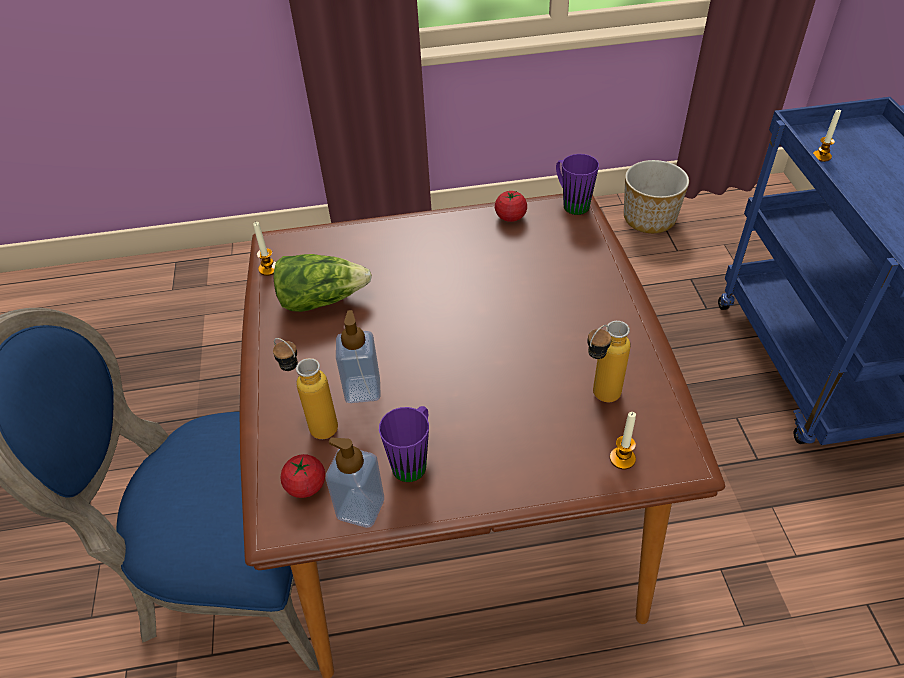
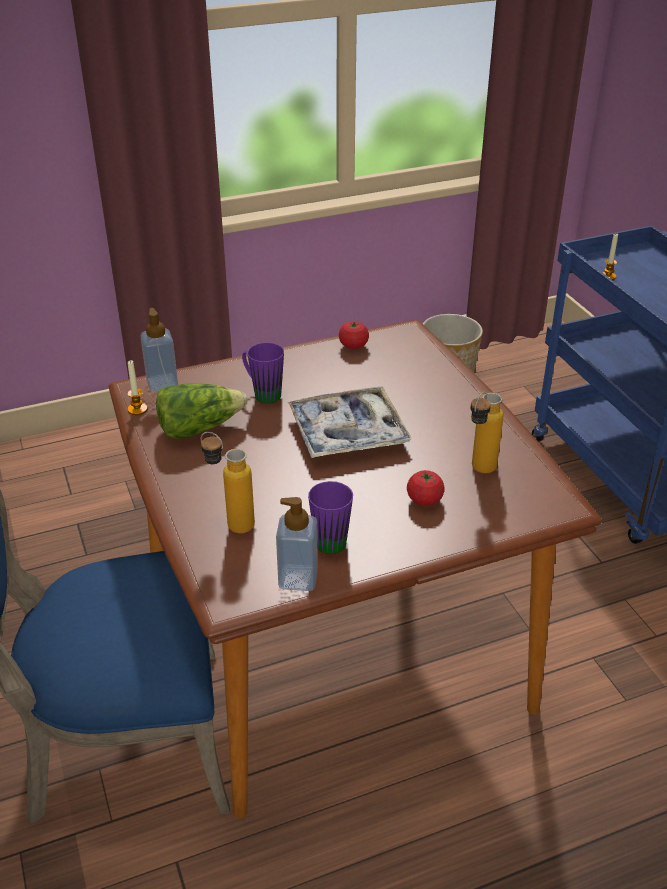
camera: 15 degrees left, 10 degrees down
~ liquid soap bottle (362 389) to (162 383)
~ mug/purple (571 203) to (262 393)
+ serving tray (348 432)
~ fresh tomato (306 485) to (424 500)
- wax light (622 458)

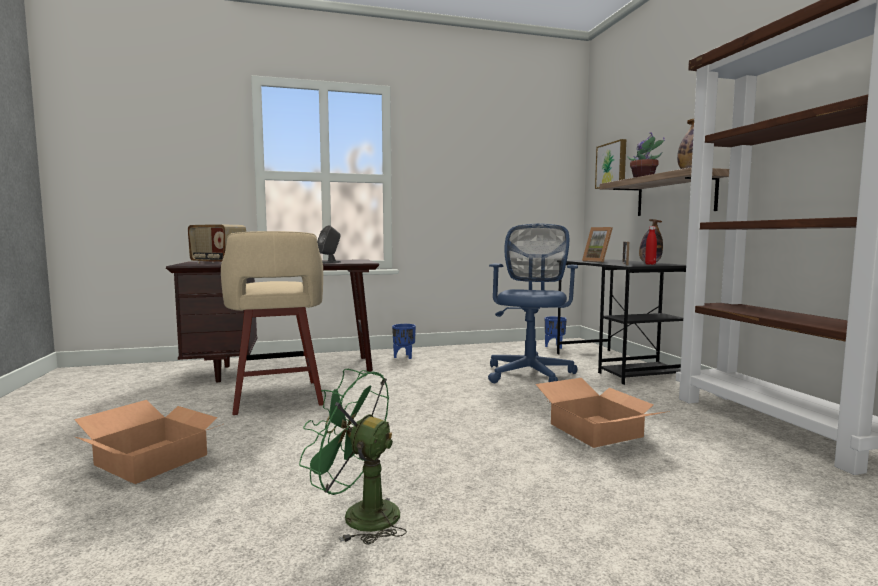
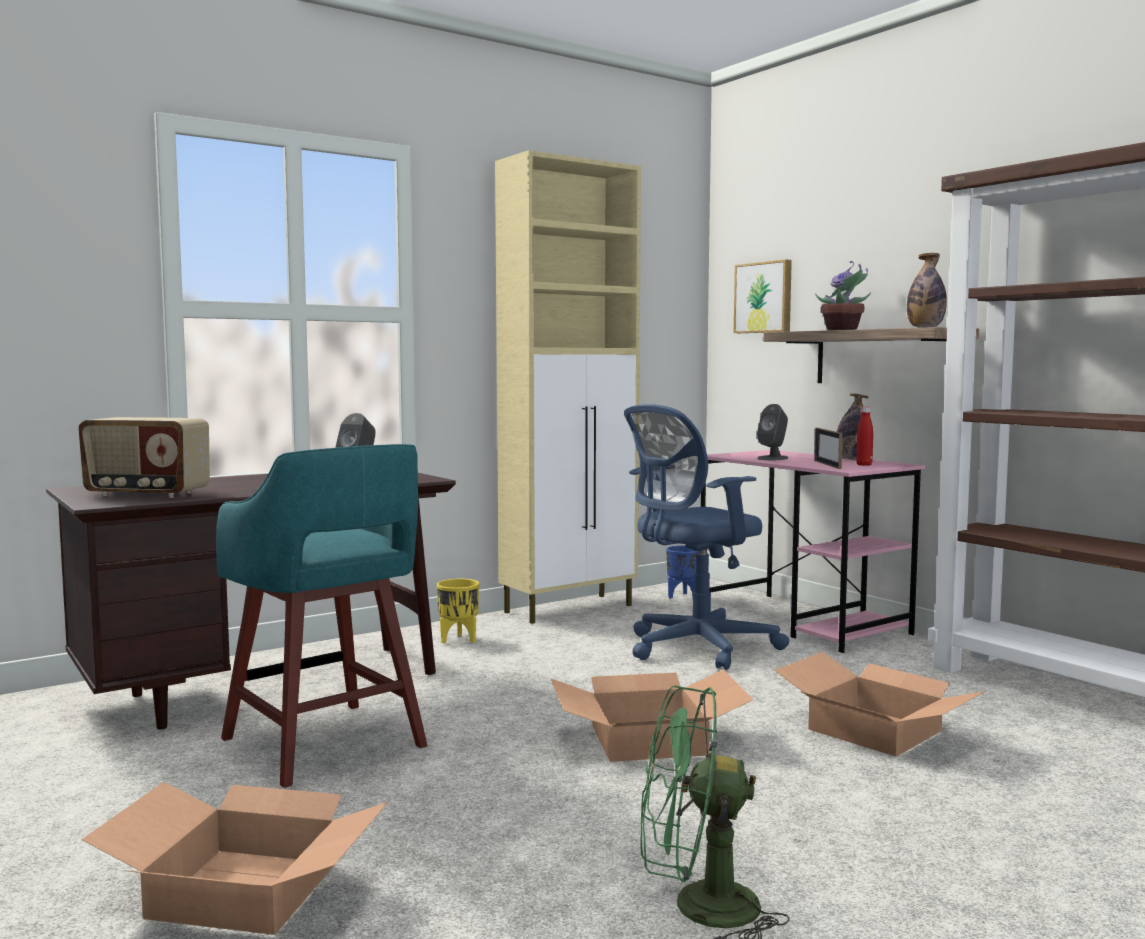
camera: 20 degrees left, 0 degrees up
~ sitting stool/beige (277 398) to sitting stool/turquoise (326 745)
~ flower pot/blue (403 357) to flower pot/yellow (458 639)
+ cabinet/beige (570 608)
+ carton (649 739)
~ computer chair/blue (530 373) = (695 648) 120 degrees counterclockwise
~ desk unit/black-coloured (615 365) to desk unit/pink (803 621)
~ picture frame (598 261) to speaker/greyish (773 458)

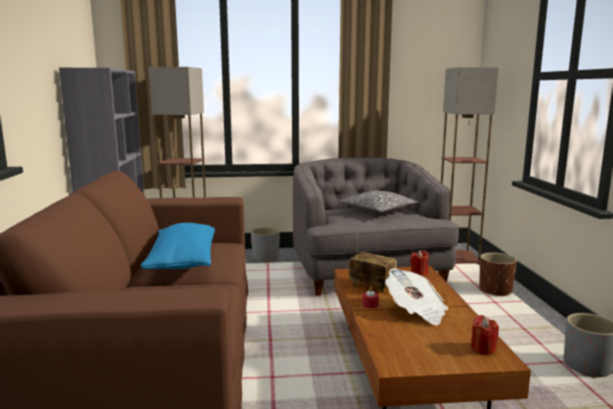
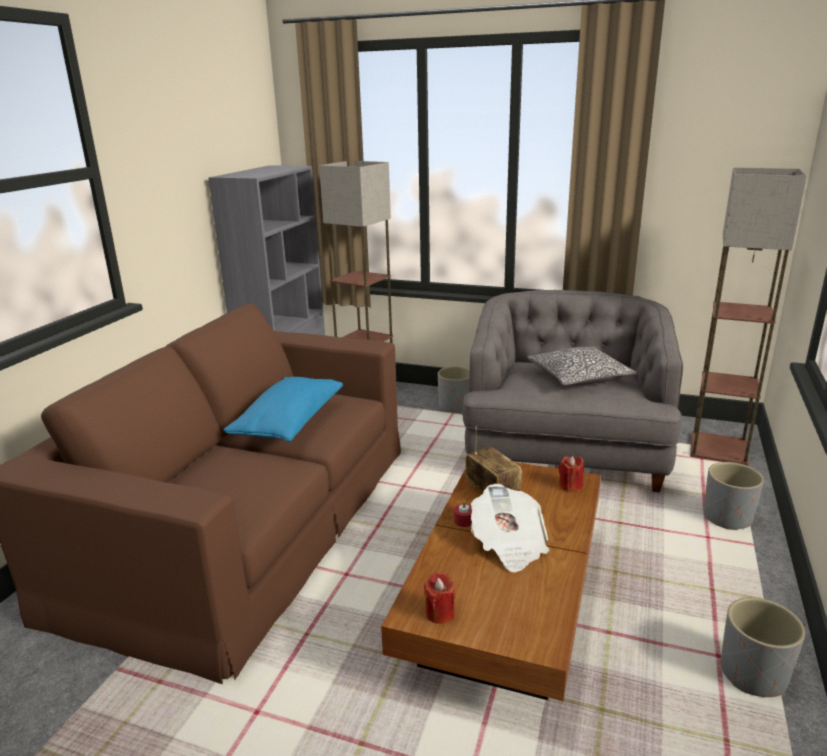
camera: 25 degrees right, 10 degrees up
~ wax light/red-coloured (483 349) to (440 613)
~ flower pot/brownish (495 291) to flower pot/greyish (727 518)

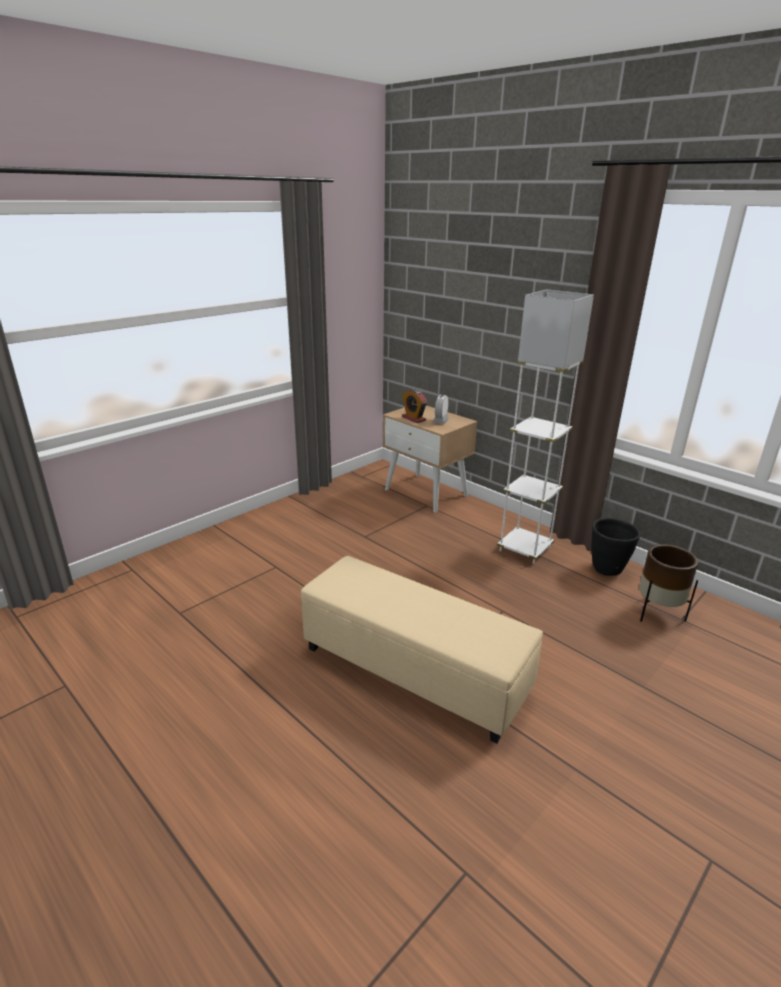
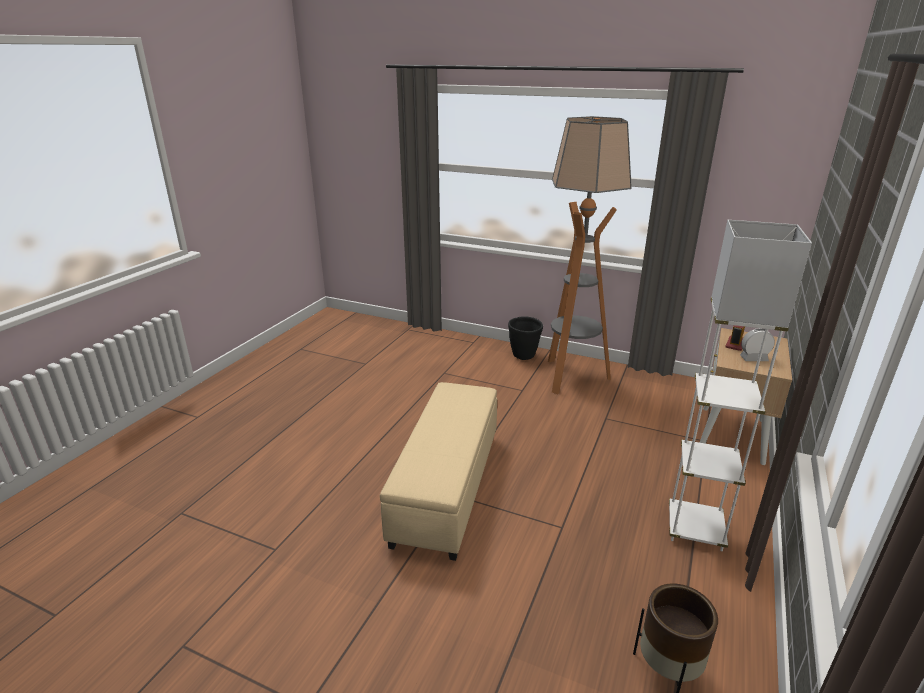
camera: 70 degrees right, 0 degrees up
~ flower pot/black-coloured (607 569) to (524 356)
+ standard lamp (571 377)

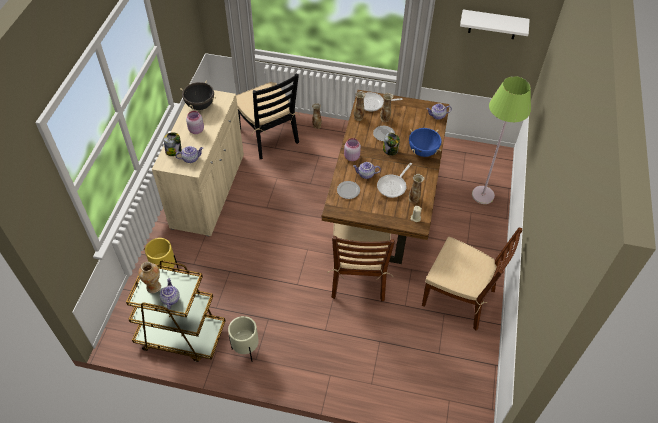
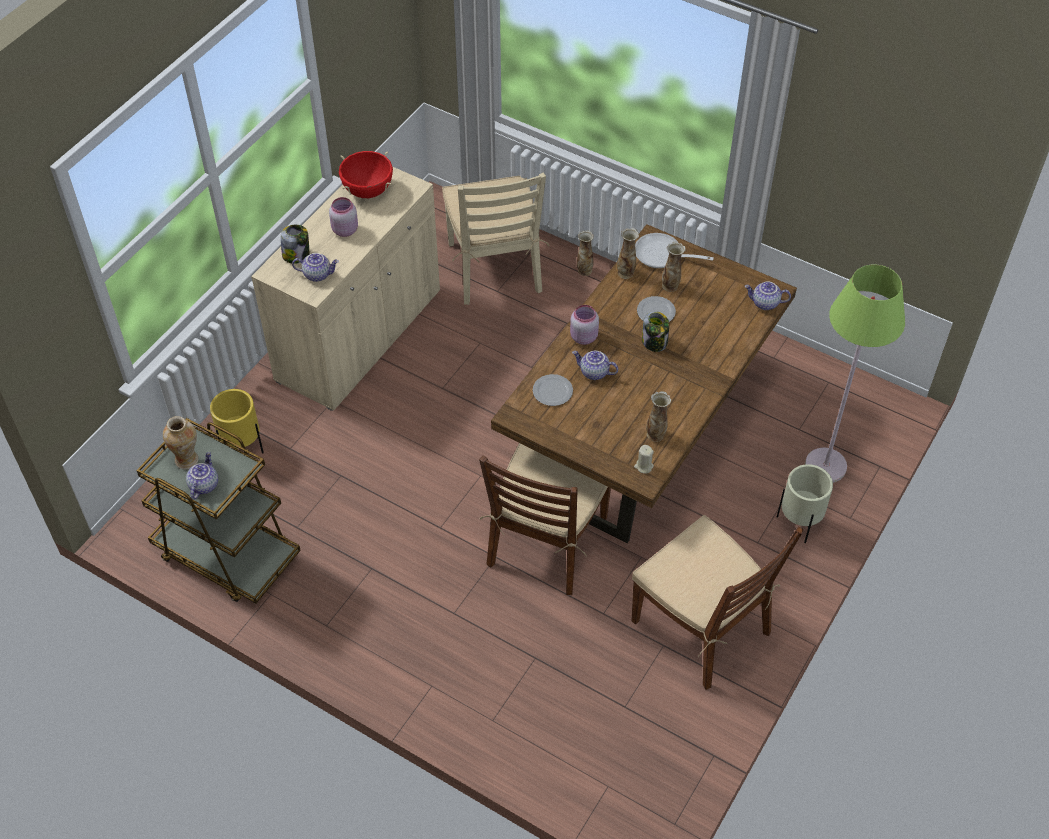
camera: 20 degrees right, 0 degrees up
~ saucepot/black-coloured (200 105) to saucepot/red-coloured (368 191)
~ chair/black-coloured (268 136) to chair/beige (495 268)
~ flower pot/beige (246 349) to (798 523)
- skillet (393 186)
- saucepot/blue (423 151)
- wall shelf/white (493 24)

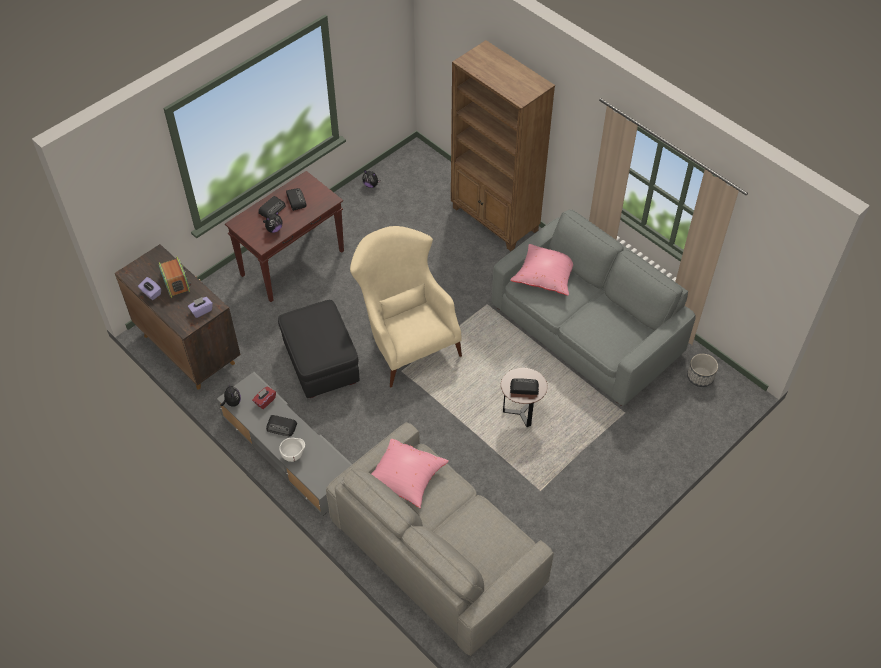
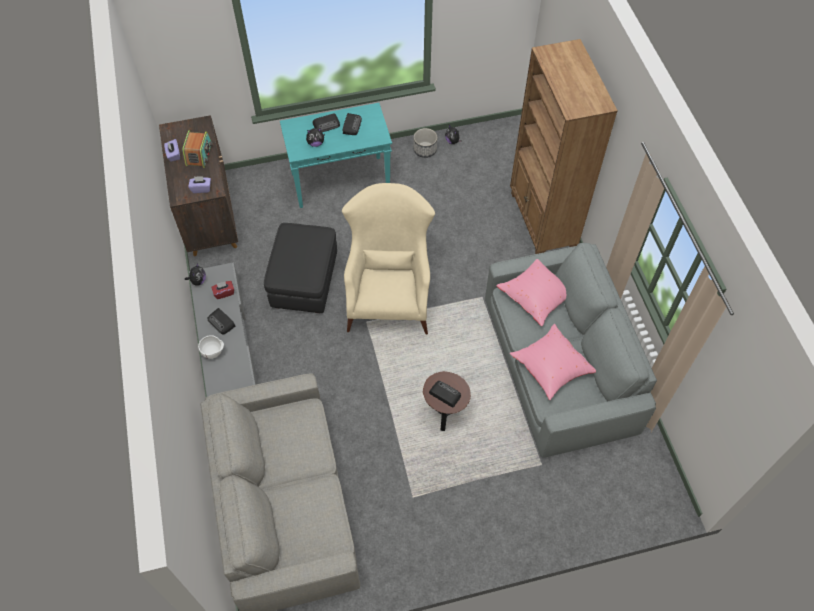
camera: 30 degrees right, 5 degrees up
~ console table/brownish (293 262) to console table/turquoise (341 181)
~ flower pot (700 377) to (425 150)
~ cushion/pink (405 478) to (550 368)

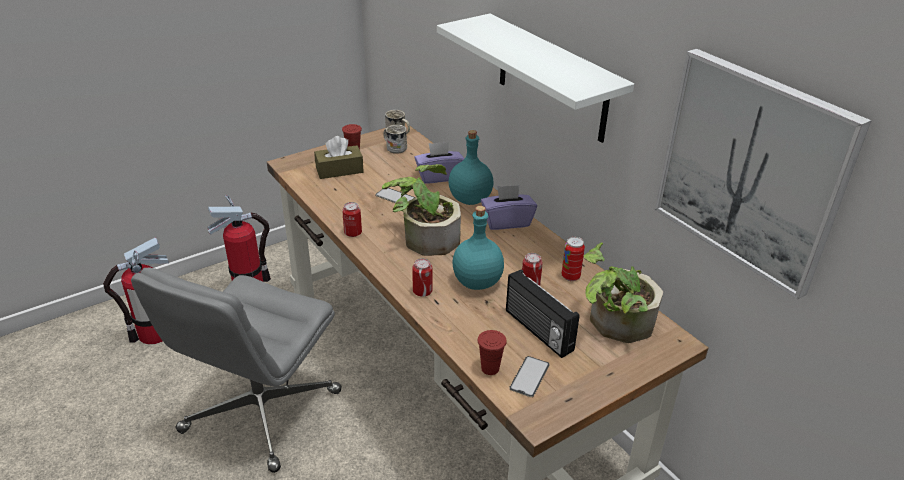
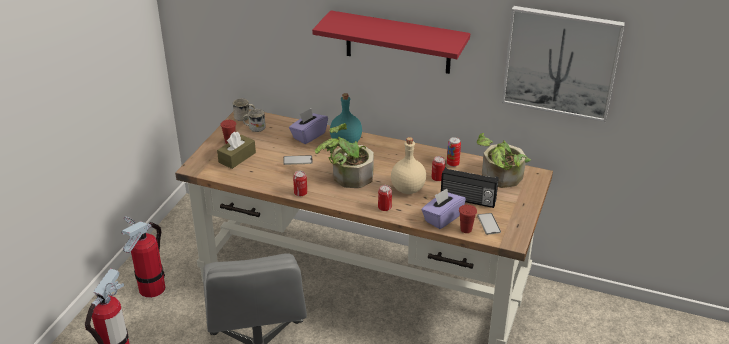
camera: 35 degrees left, 0 degrees up
~ wall shelf/white (552 78) to wall shelf/red-coloured (398 42)
~ beverage bottle/turquoise (477 281) to beverage bottle/beige (407 189)
~ tissue box/purple (507 221) to (442 218)

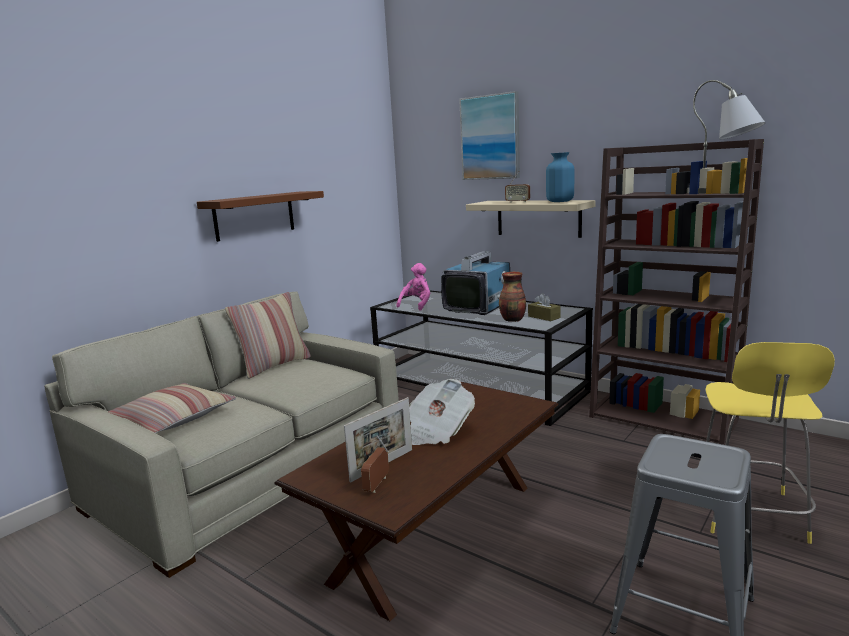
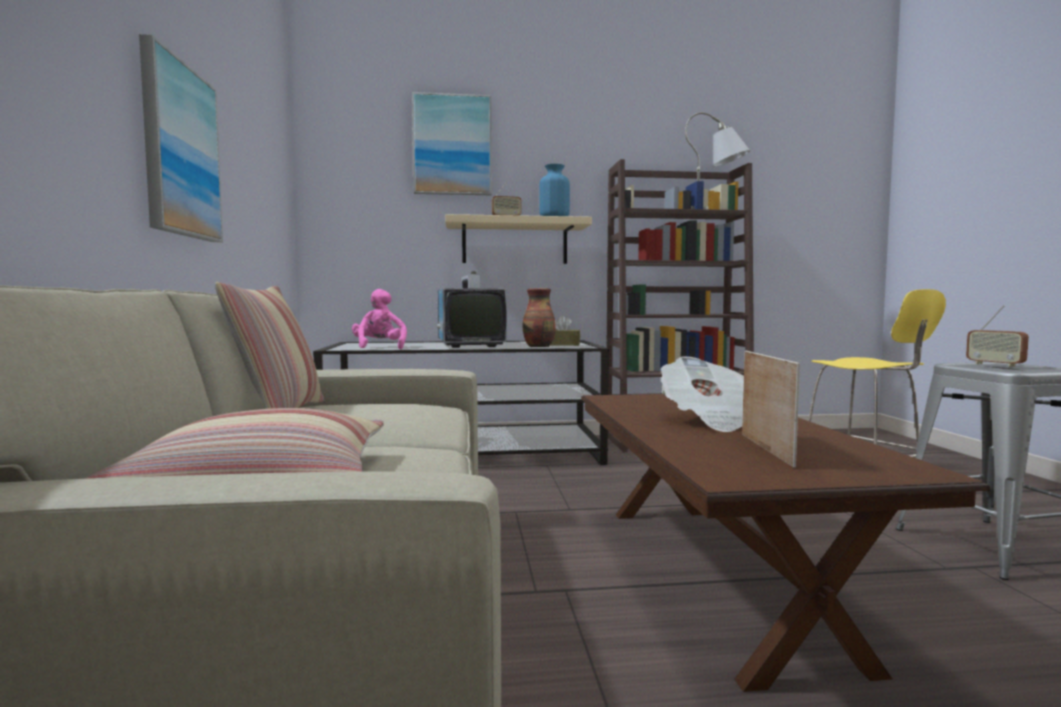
camera: 45 degrees left, 10 degrees down
~ wall shelf/brownish (254 215) to wall picture (180 151)
~ radio set (377 484) to (995 365)

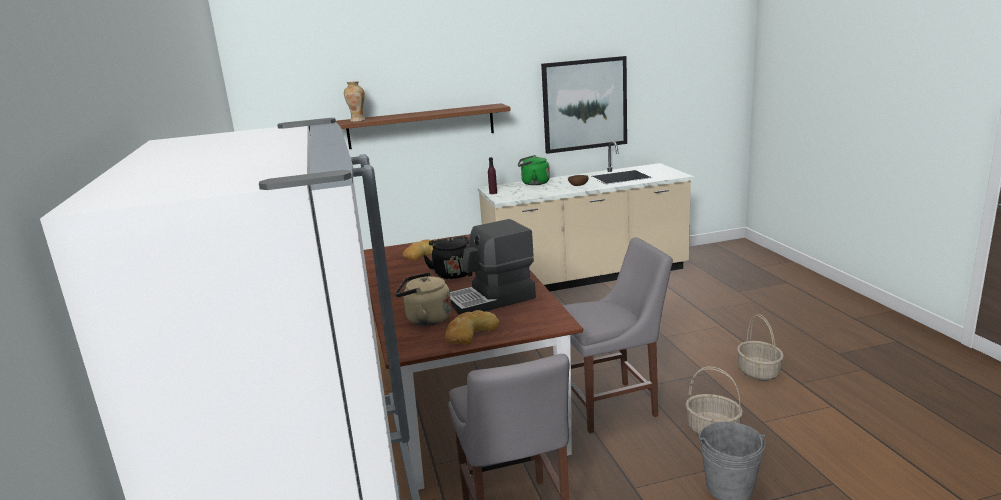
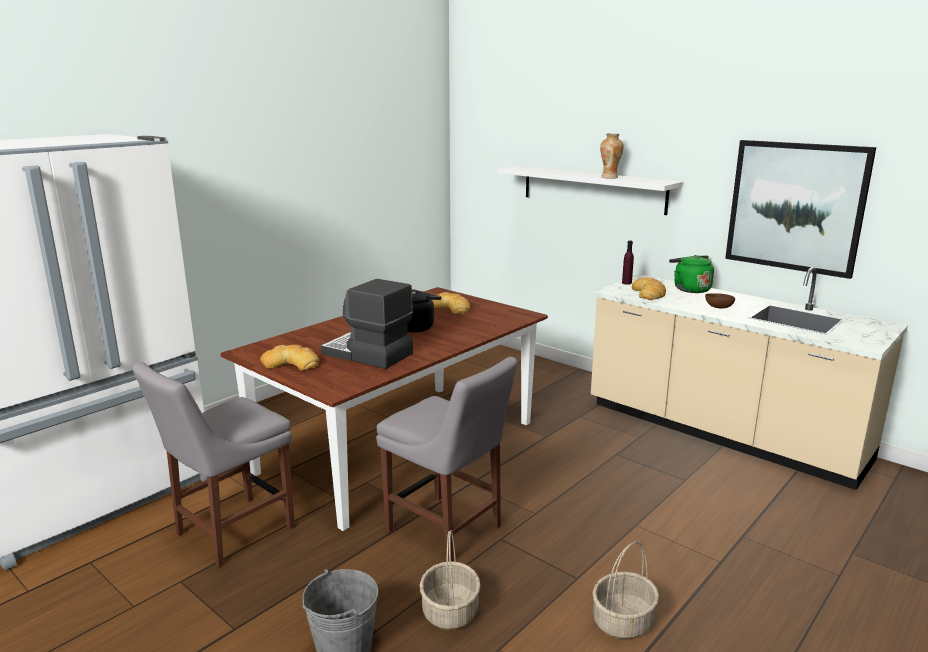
camera: 55 degrees right, 0 degrees up
~ wall shelf/brownish (421 126) to wall shelf/white (592 189)
~ vase (358 120) to (610 177)
+ bakery bread (649 293)
- kettle/beige (425 319)

